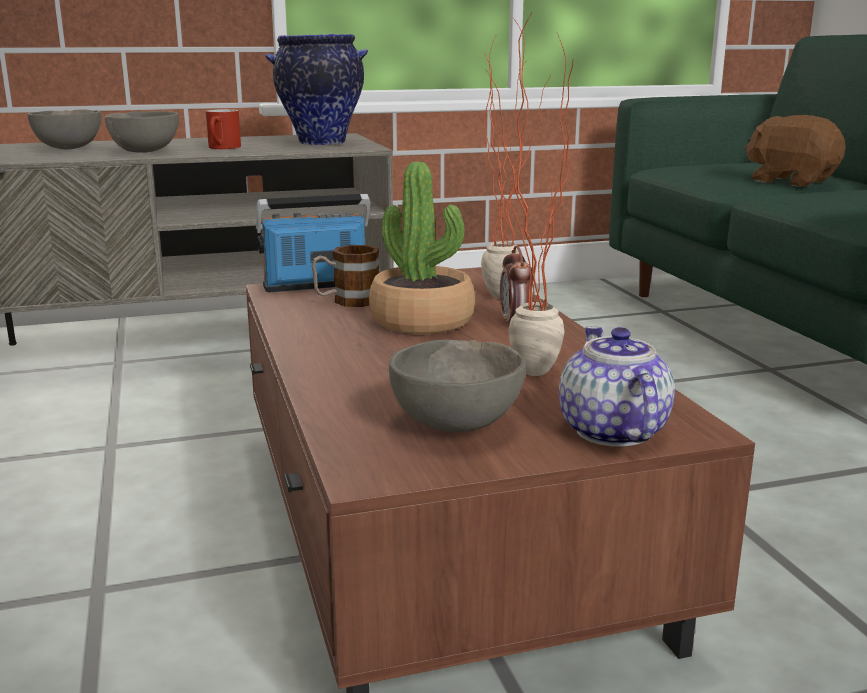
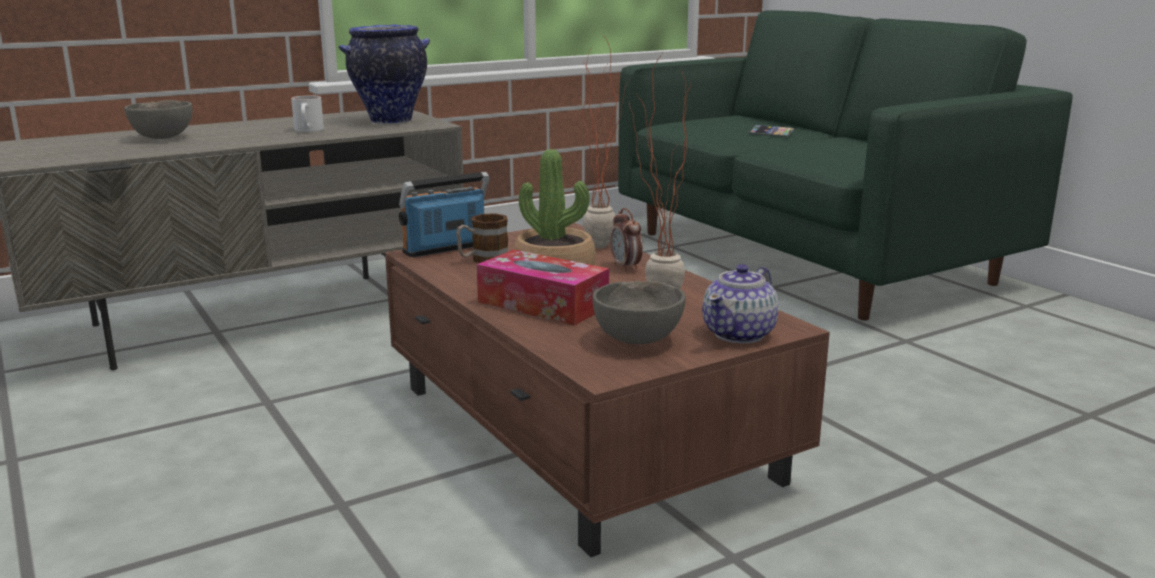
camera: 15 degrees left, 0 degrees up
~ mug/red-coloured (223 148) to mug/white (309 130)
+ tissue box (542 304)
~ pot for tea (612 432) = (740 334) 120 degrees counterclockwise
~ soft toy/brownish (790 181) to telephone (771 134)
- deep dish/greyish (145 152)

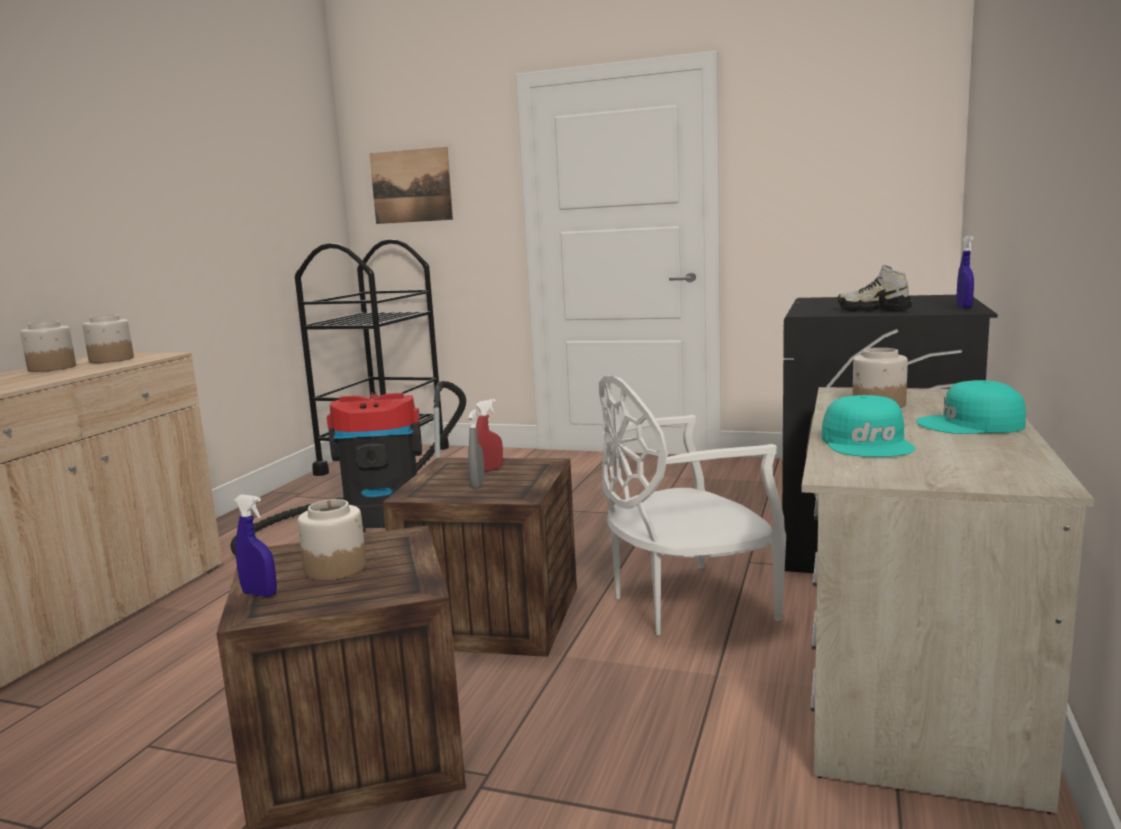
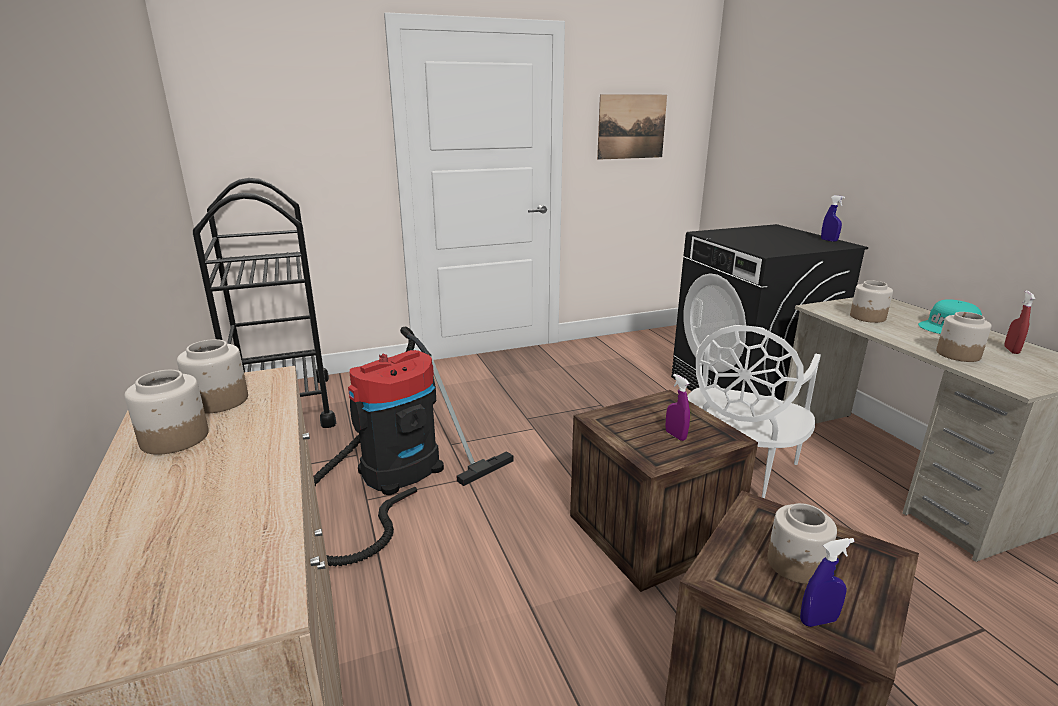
camera: 40 degrees left, 10 degrees up
~ wall picture (411 186) to (631 127)
~ spray bottle/greyish (477 485) to spray bottle/purple (675 435)
~ baseball cap/turquoise (868 443) to preserve jar (957 354)
~ spray bottle/red-coloured (489 469) to (1011 350)
- shoe (873 310)

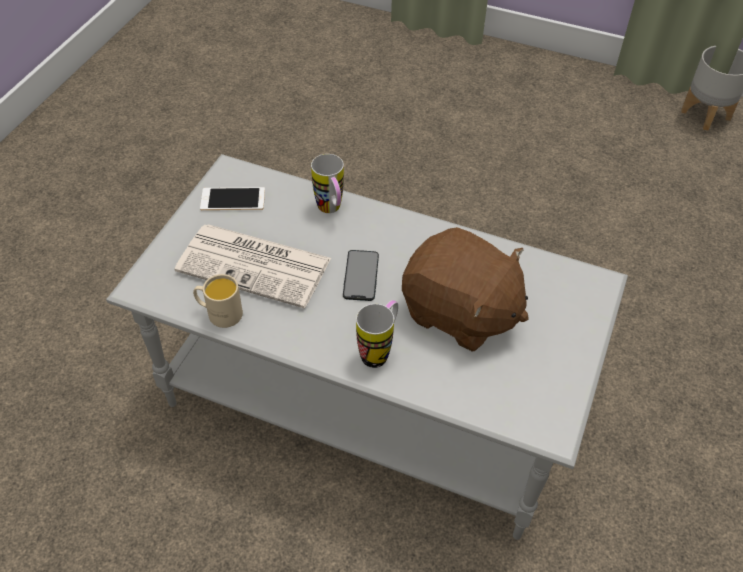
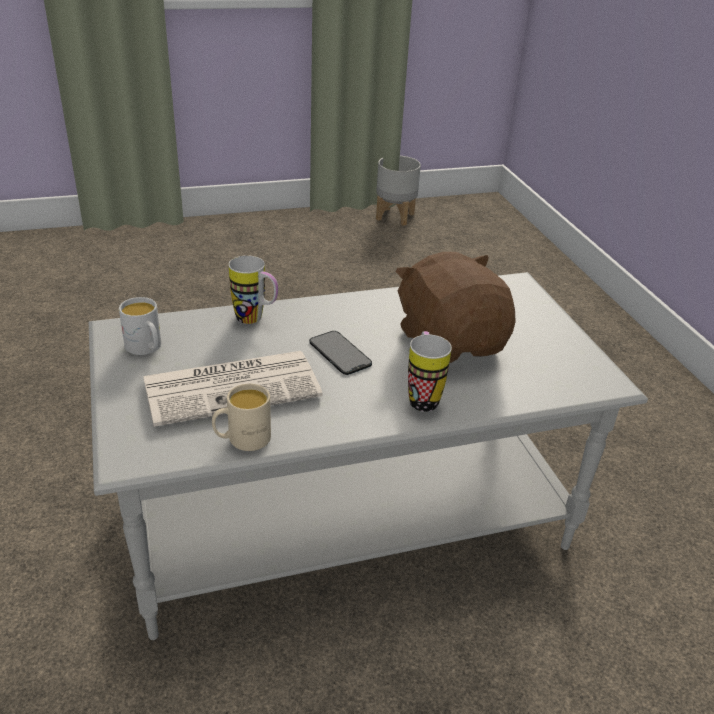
camera: 40 degrees left, 15 degrees down
~ telephone (233 199) to mug/white (146 348)
~ soft toy/brownish (460 313) = (450 342) 105 degrees counterclockwise

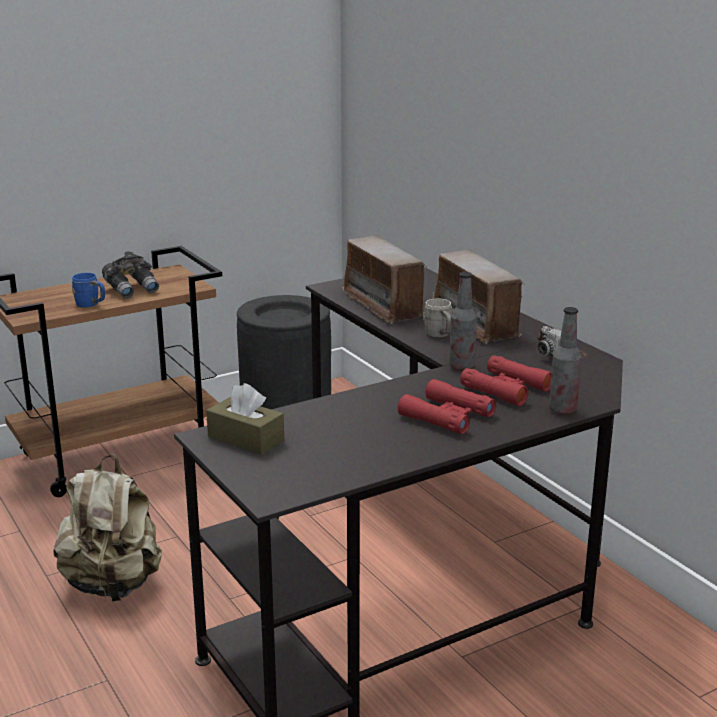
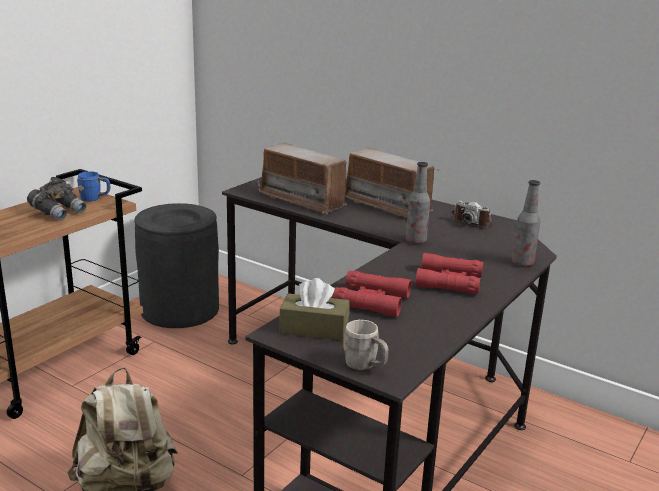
camera: 25 degrees left, 0 degrees up
~ mug/blue (91 305) to (95 198)
~ pair of binoculars/red-coloured (506 388) to (372 300)
~ mug/greyish (439 335) to (365 366)

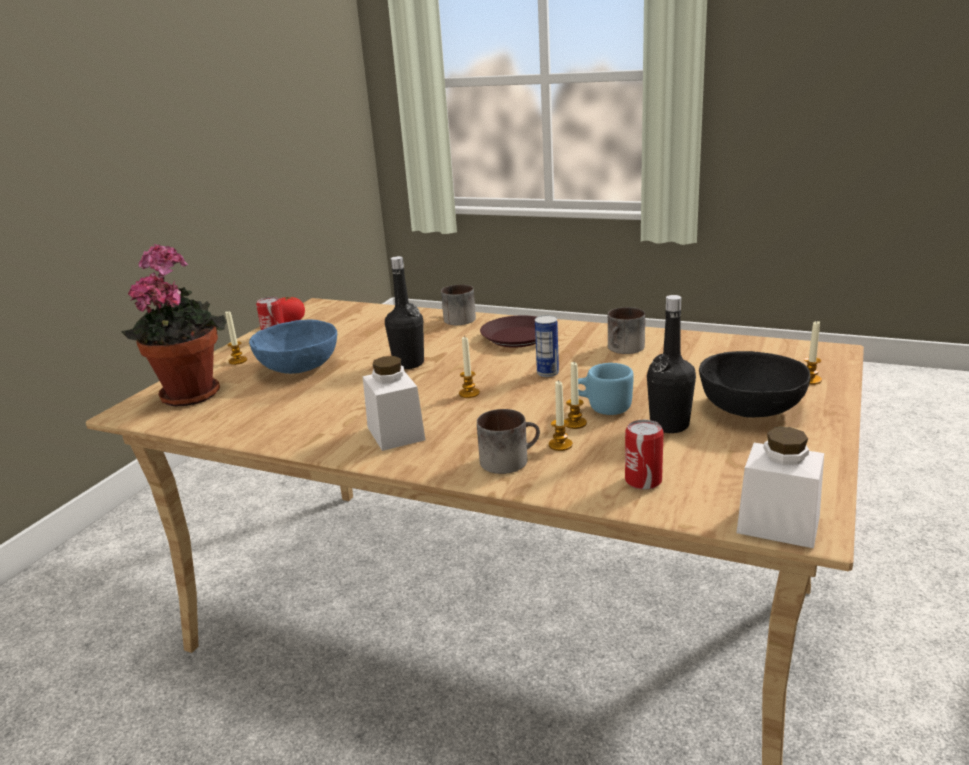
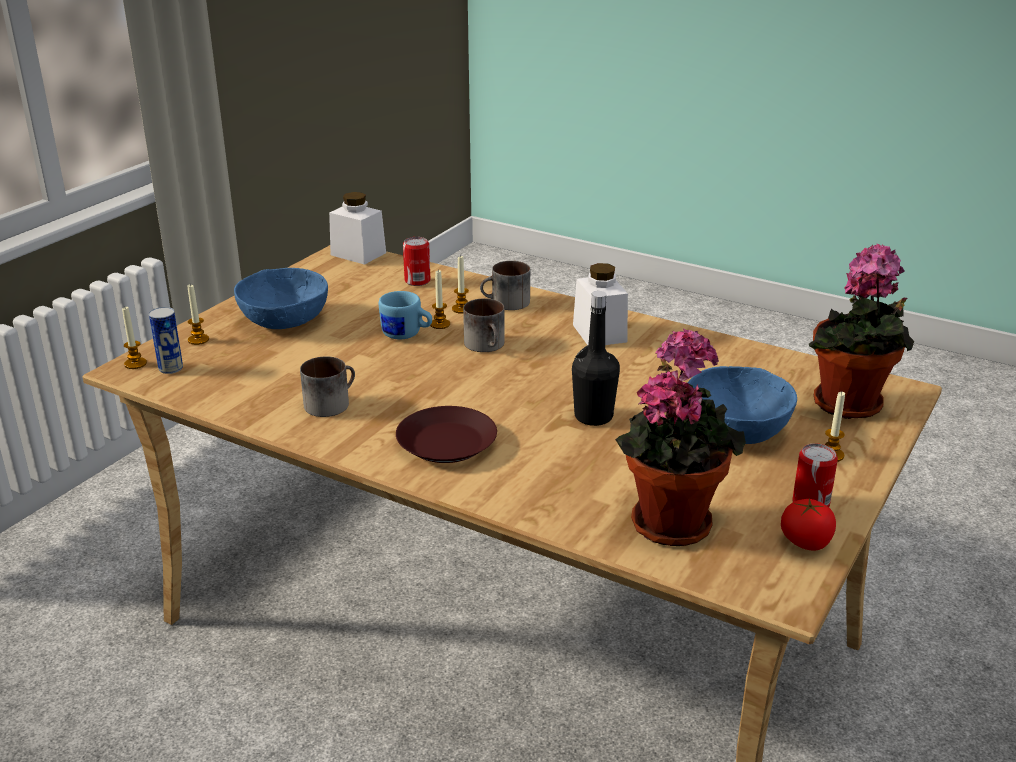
camera: 175 degrees left, 5 degrees up
~ wax light (469 393) to (135 364)
~ sealed can (547 373) to (170 368)
~ deep dish/black-coloured (751 409) to deep dish/blue (284 320)
~ mug (456 319) to (488 345)
+ plant in a pot (671 519)
- beverage bottle/black-coloured (669 425)

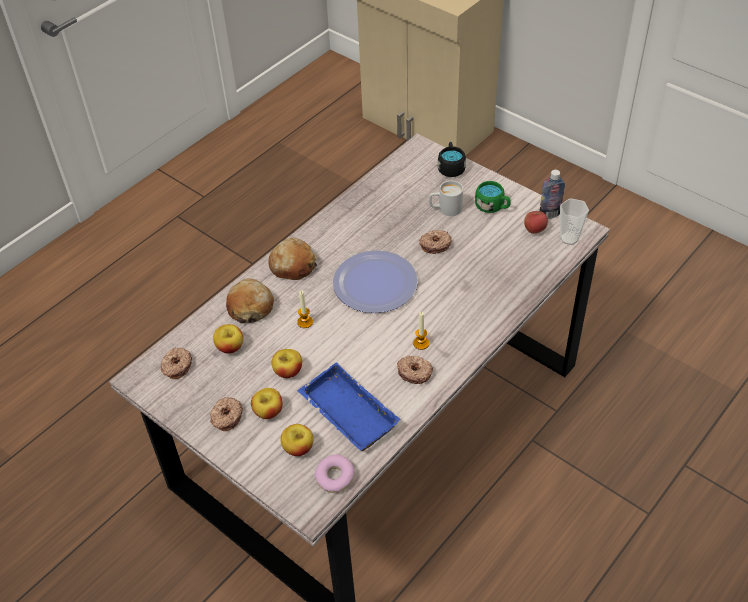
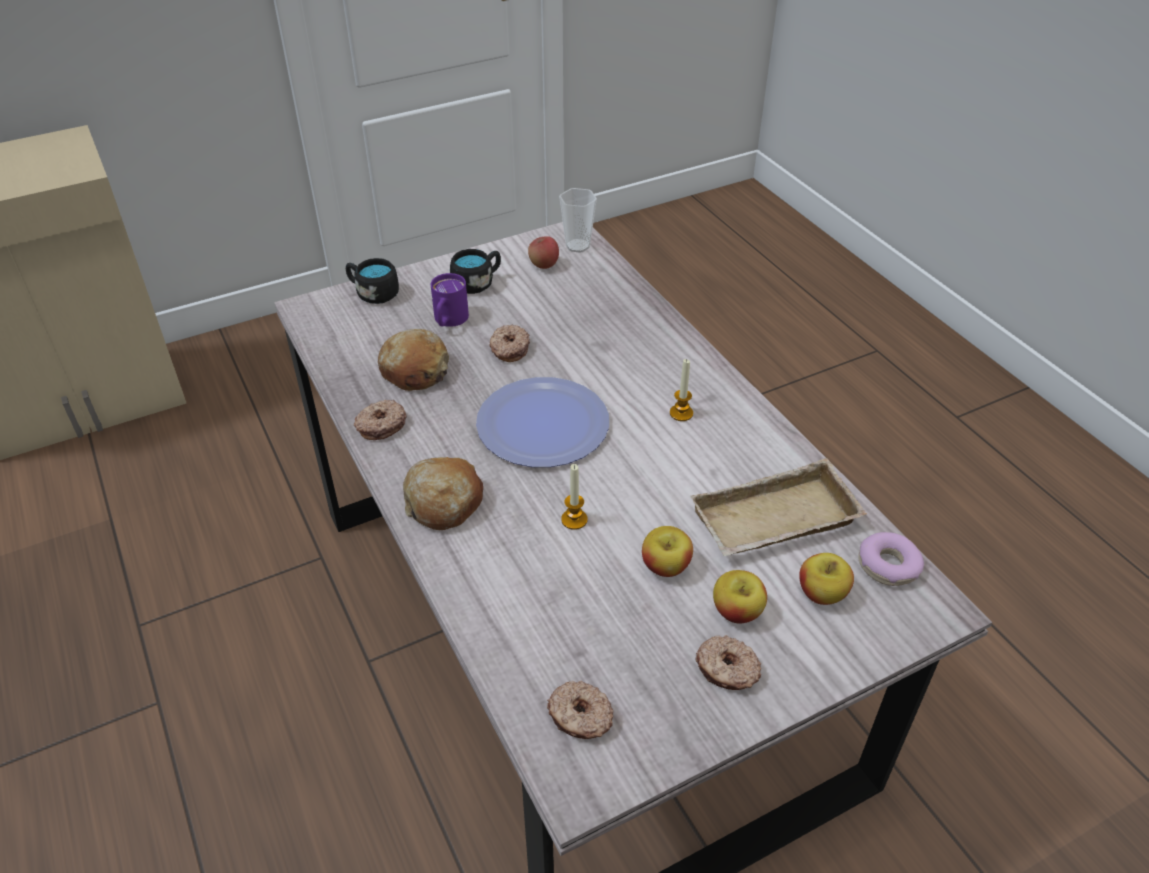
camera: 70 degrees left, 5 degrees down
~ doughnut (414 372) to (381 425)
~ bakery bread (251 307) to (415 370)
~ mug/white (445 209) to mug/purple (449 321)
~ mug/green-coloured (492 206) to mug/black-coloured (477 282)
~ serving tray/blue (345 413) to serving tray/beige (774 523)
- apple fruit (230 347)
- beverage bottle (549 214)

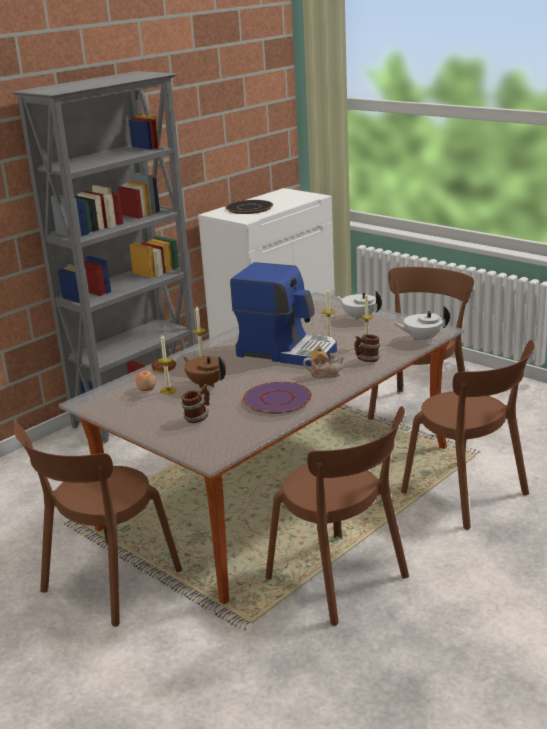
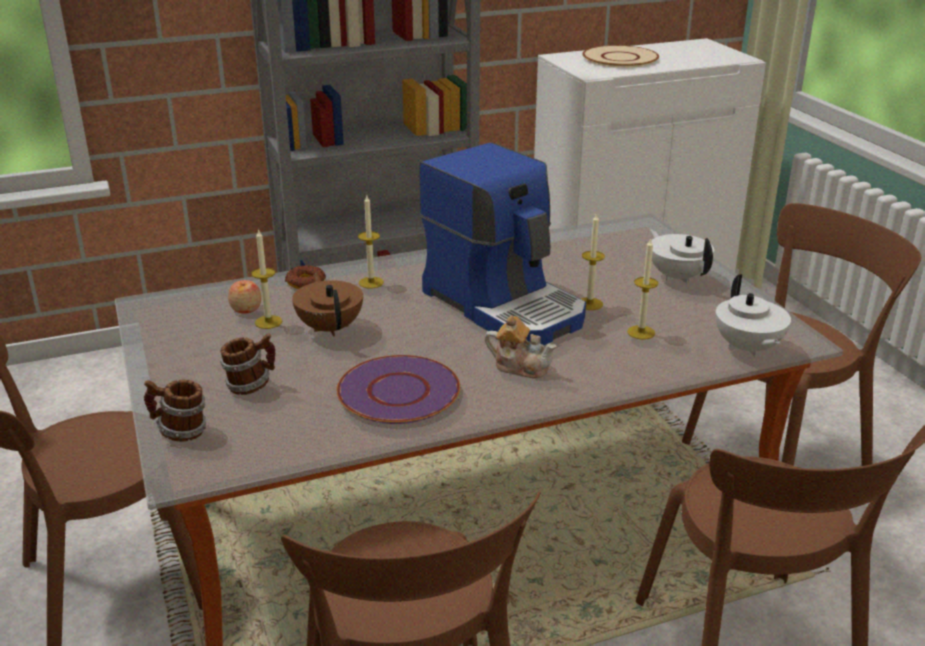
camera: 25 degrees right, 5 degrees up
~ mug (367 360) to (180 432)
~ dinner plate/black-coloured (249 208) to dinner plate/beige (620 58)
~ pot for tea/white (422 339) = (747 348) 120 degrees counterclockwise

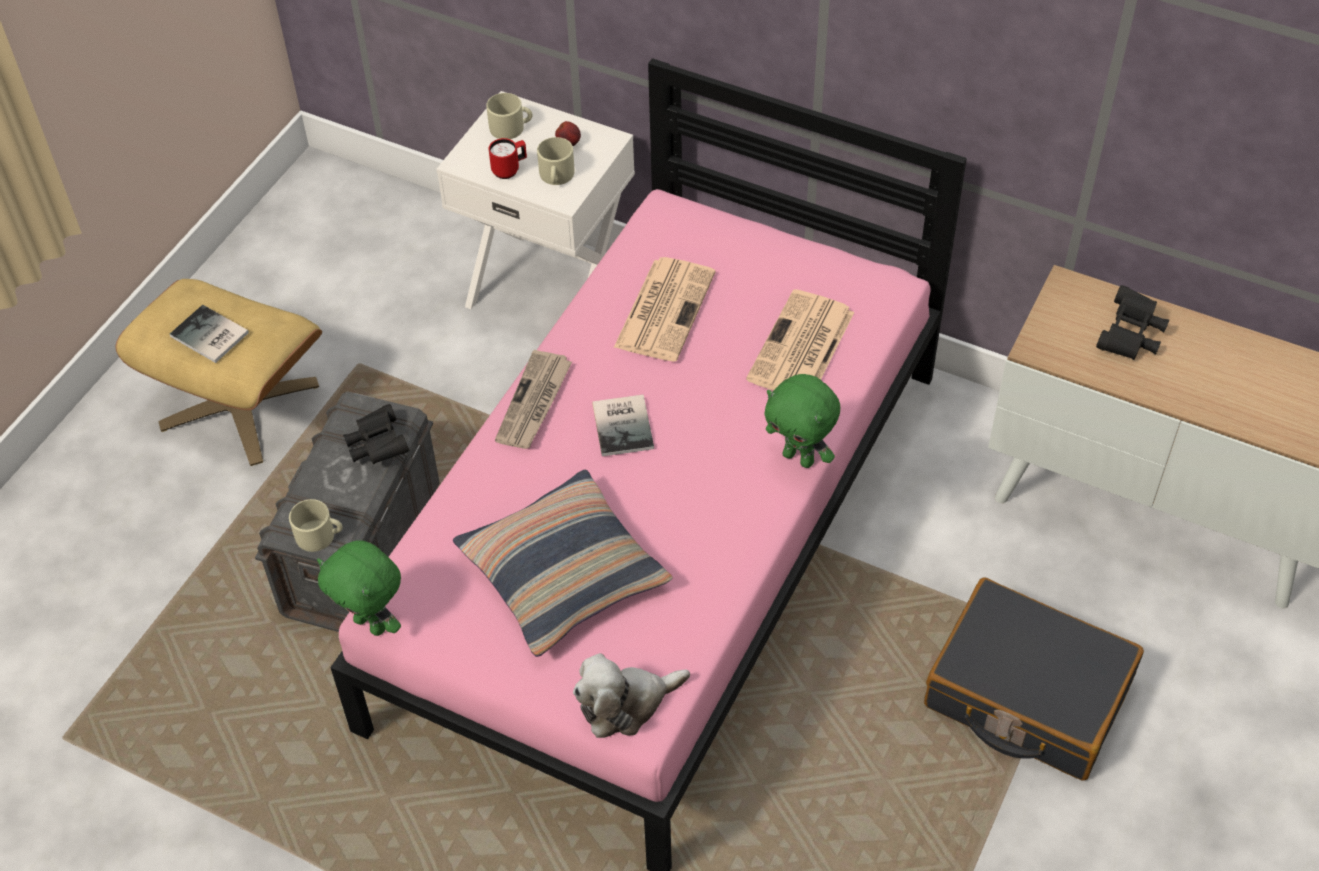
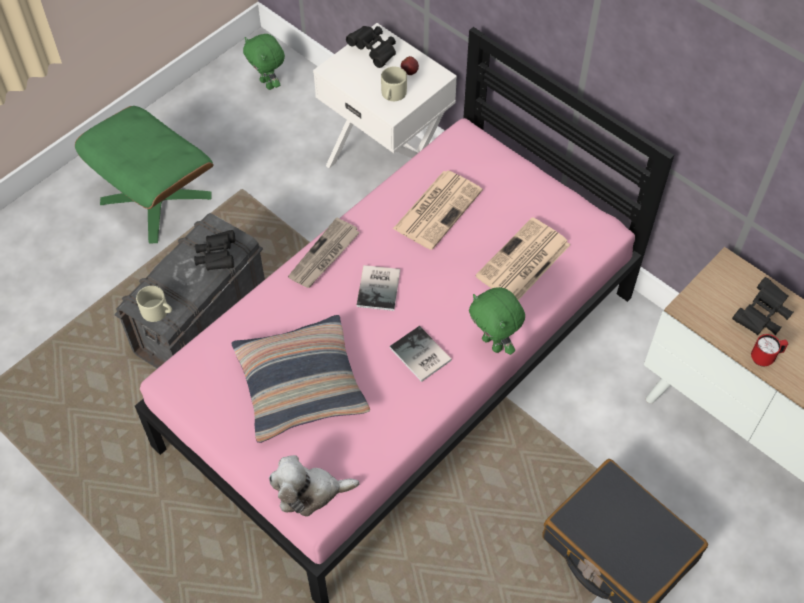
camera: 15 degrees right, 5 degrees up
~ ottoman/beige (239 405) to ottoman/green-coloured (155 199)
~ soft toy/green-coloured (372 624) to (268 84)
~ mug/beige (511 127) to pair of binoculars/black-coloured (374 51)
~ bound book (209 337) to (420 356)
~ mug/red-coloured (509 170) to (765 357)

